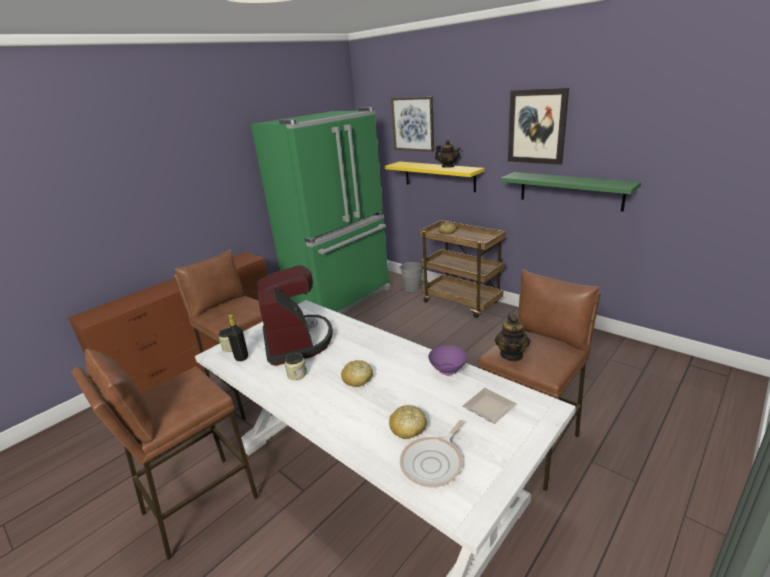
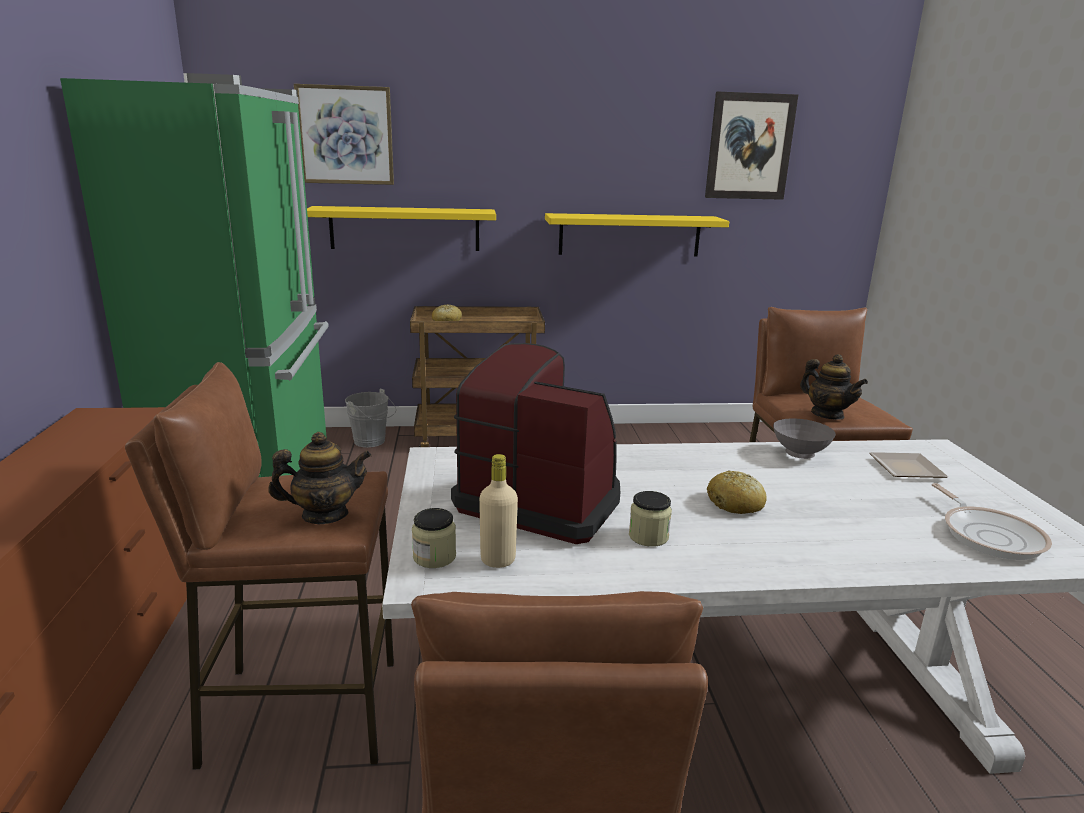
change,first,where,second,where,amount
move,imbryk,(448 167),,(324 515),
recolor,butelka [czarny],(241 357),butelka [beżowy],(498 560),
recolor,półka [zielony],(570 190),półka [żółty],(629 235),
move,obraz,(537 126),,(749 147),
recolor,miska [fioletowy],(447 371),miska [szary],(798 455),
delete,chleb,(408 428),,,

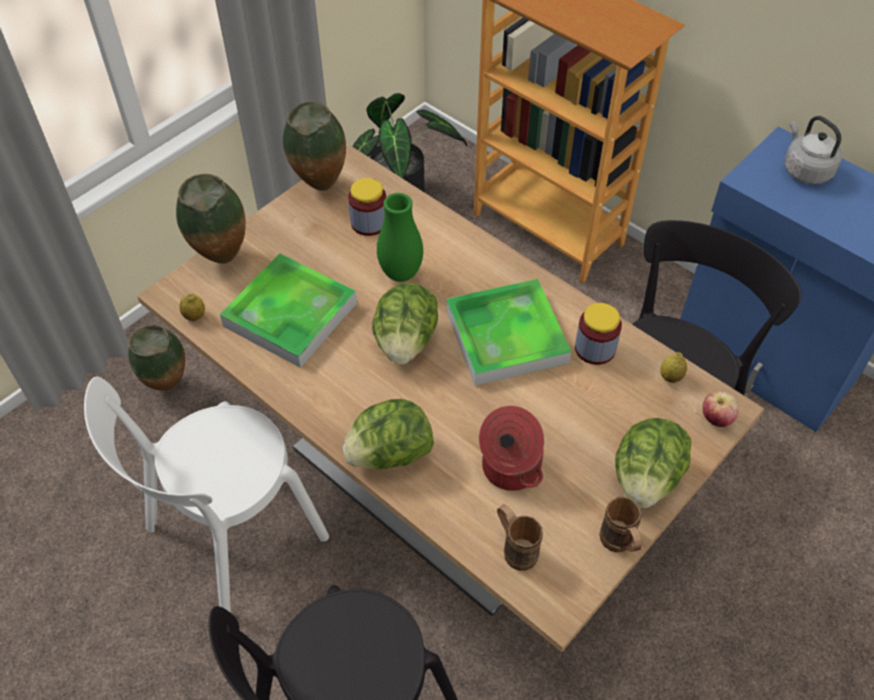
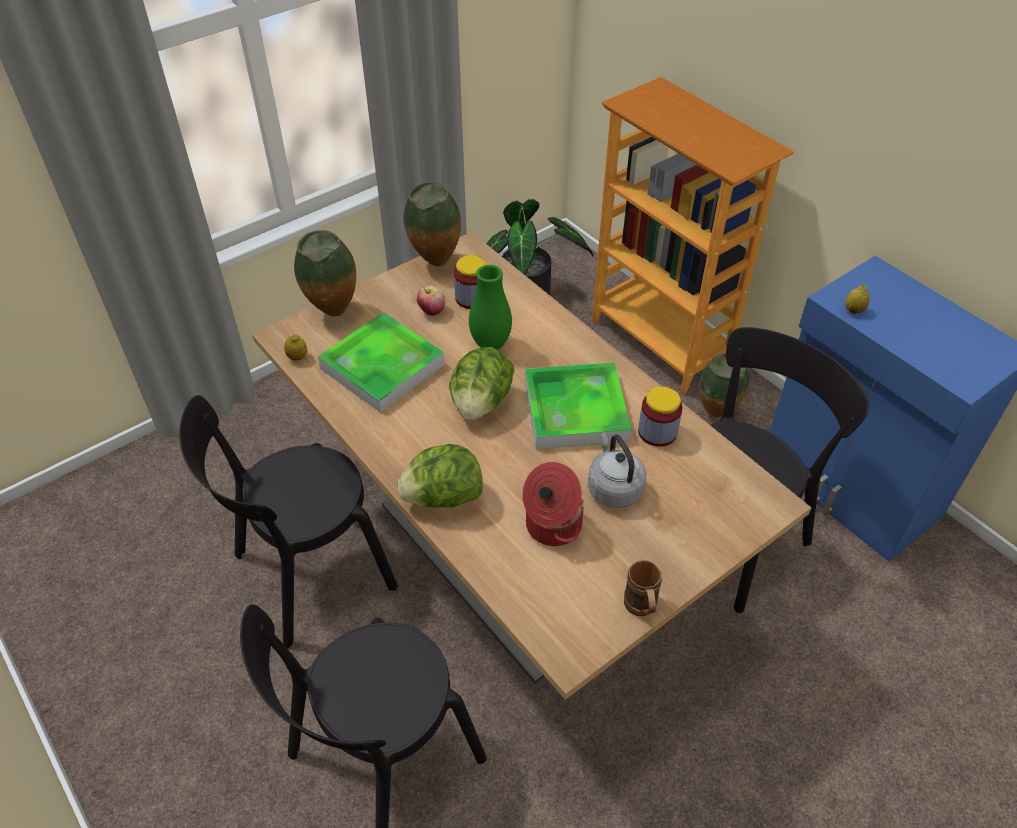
change,first,where,second,where,amount
recolor,krzesło [biały],(230 538),krzesło [czarny],(307 575),
move,jabłko,(716 419),,(432 311),
move,czajnik [szary],(805 170),,(613 487),
move,wazon,(169 387),,(716 414),
move,cytryna,(670 377),,(854 310),
delete,kubek [brązowy],(515 548),,,
delete,sałata,(646 478),,,

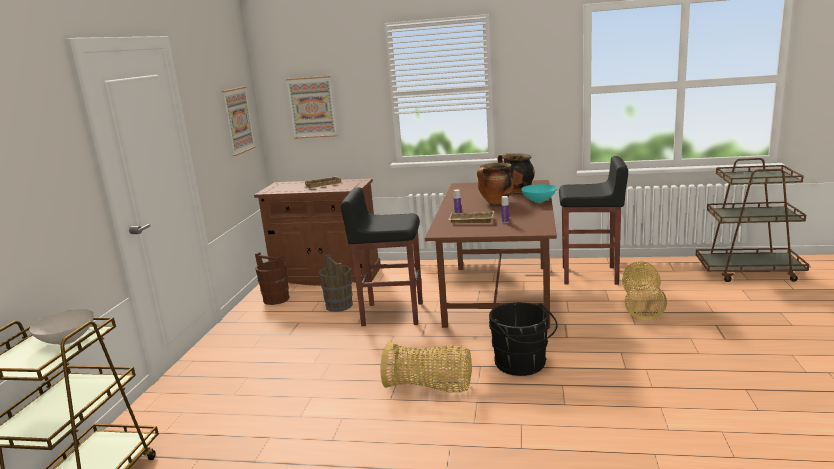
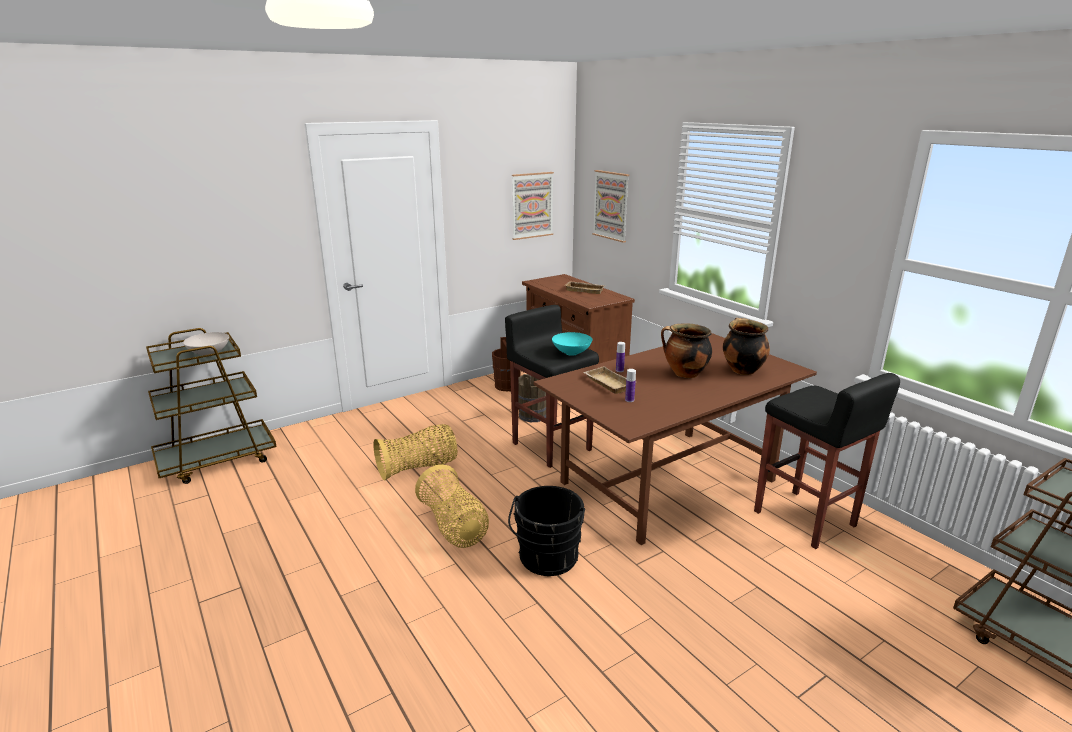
change,first,where,second,where,amount
move,koszyk,(642 305),,(418 468),
move,miska [turkusowy],(539 201),,(571 353),

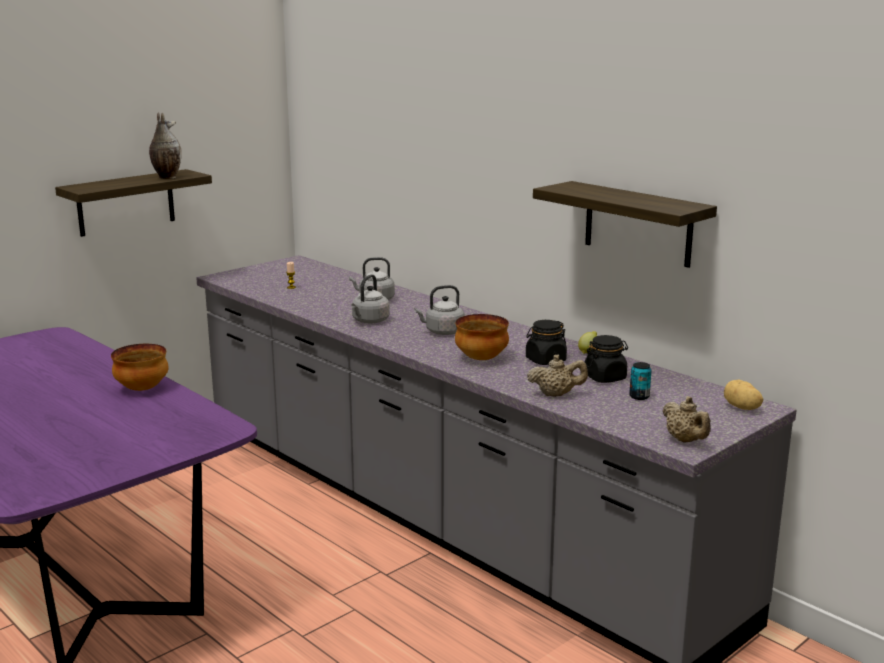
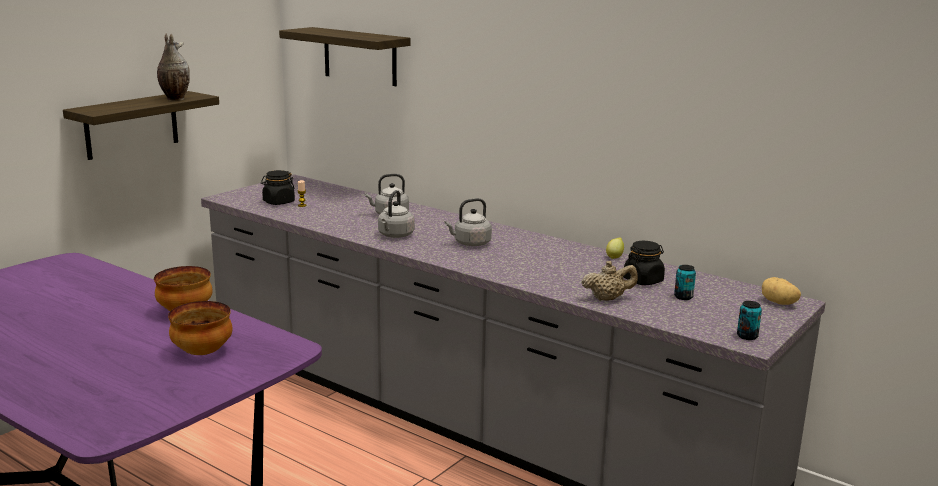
change,first,where,second,where,amount
move,miska,(482 358),,(203 352),
move,słoik [czarny],(545 360),,(278 202),
move,półka,(638 224),,(360 56),
replace,imbryk [beżowy],(685 440),puszka,(747 336),

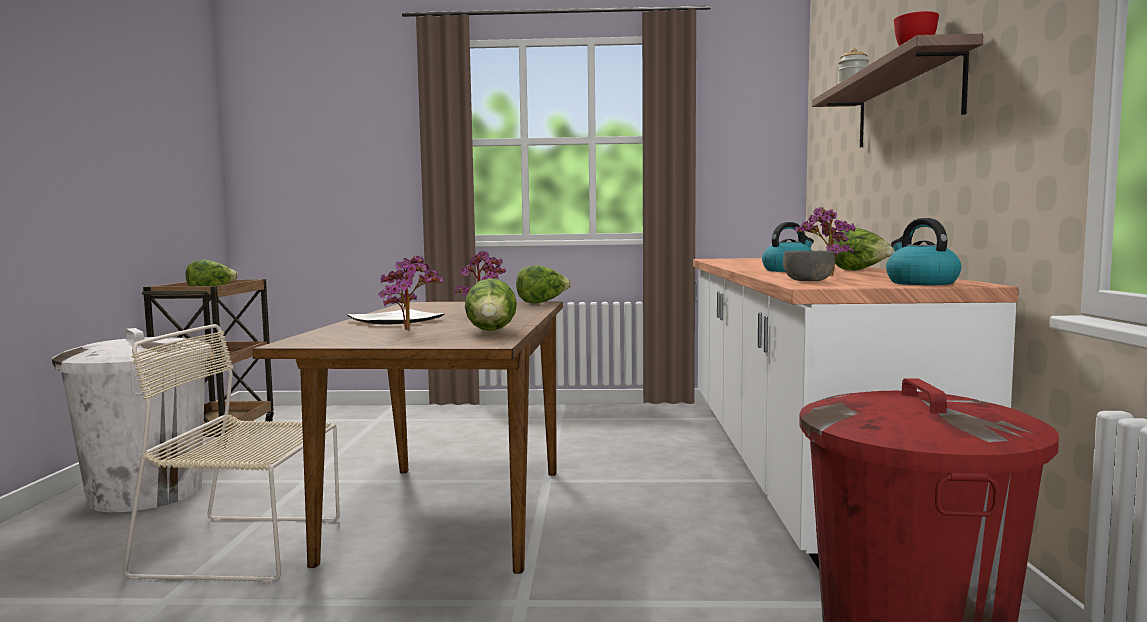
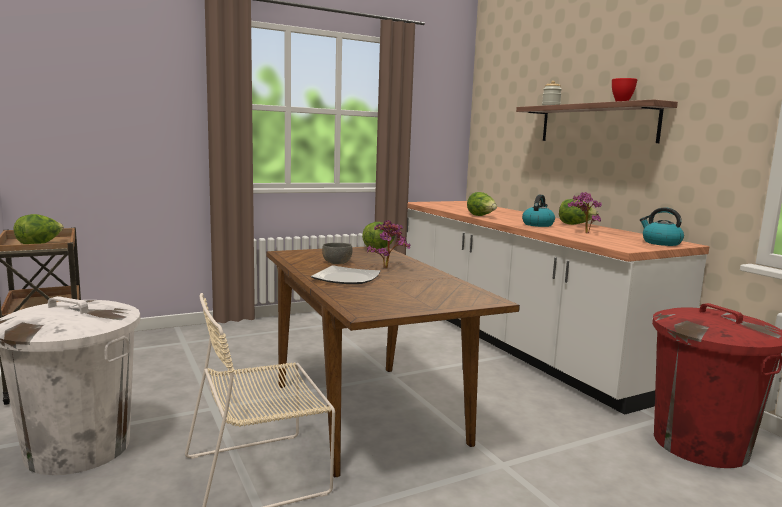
change,first,where,second,where,amount
move,miska [szary],(807 281),,(336 262),
move,sałata,(491 332),,(481 216),
delete,roślina doniczkowa,(411 331),,,

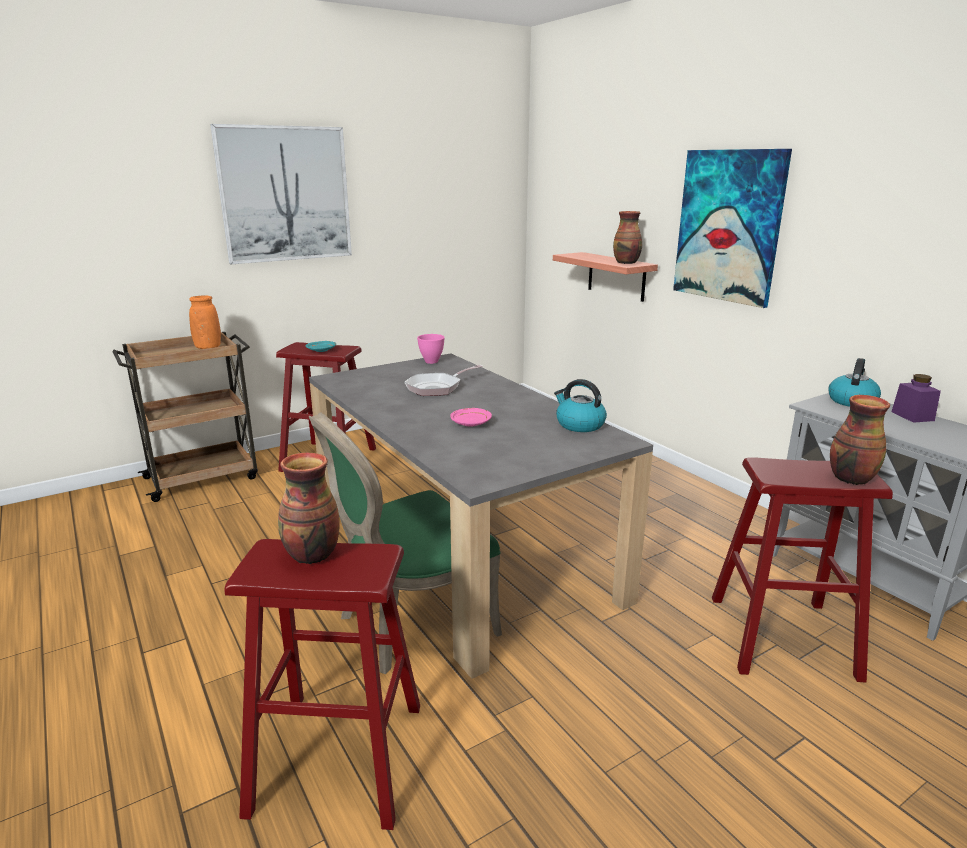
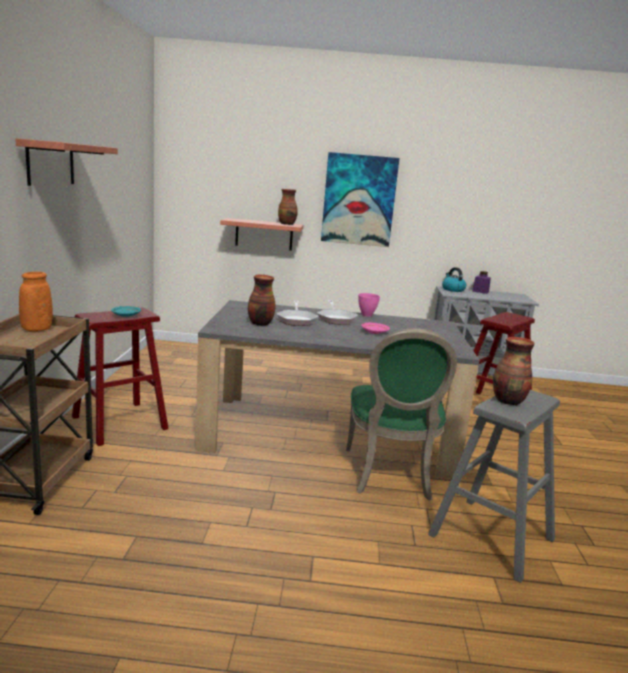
change,first,where,second,where,amount
replace,obraz,(285 194),półka,(50 163),
move,wazon,(850 478),,(260 323),
insert,,,patelnia,(336 319),
move,miska [różowy],(430 362),,(366 315),
recolor,stołek [czerwony],(337 757),stołek [szary],(491 537),
delete,czajnik,(579 425),,,

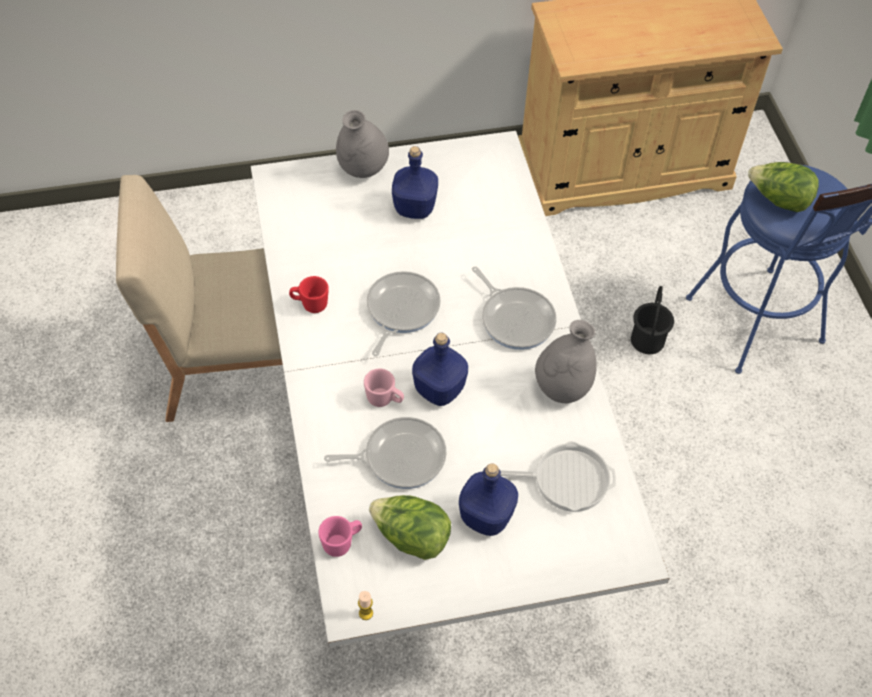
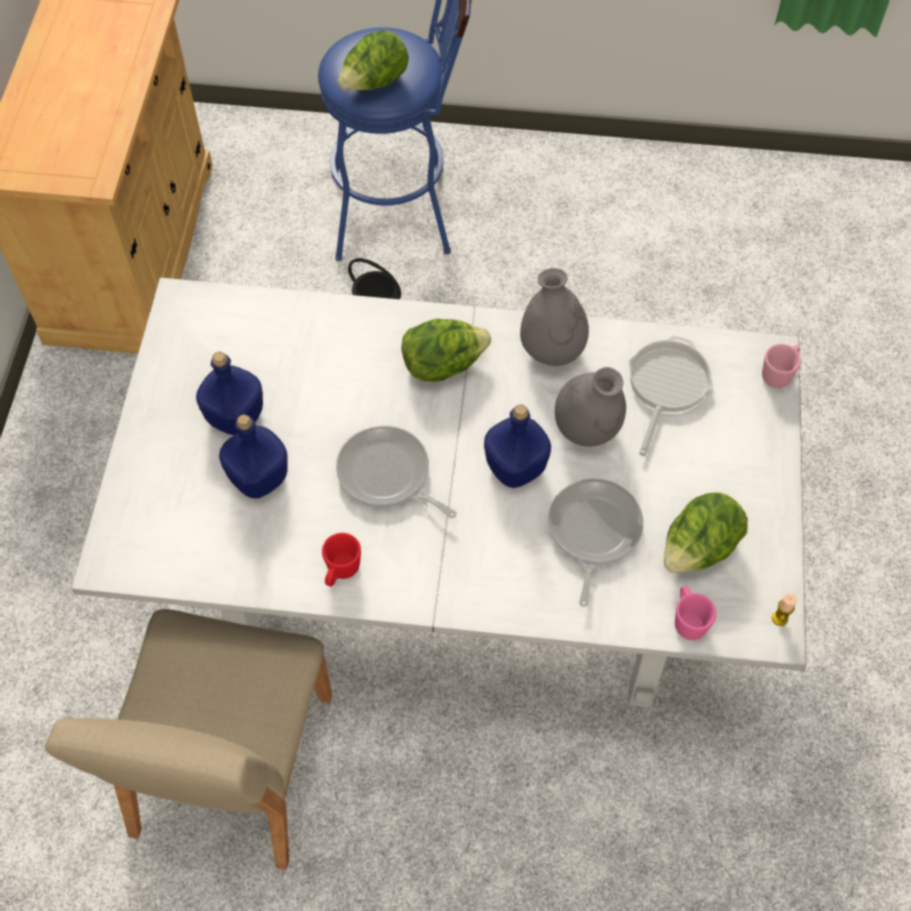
change,first,where,second,where,amount
move,butelka [niebieski],(487 517),,(260 477),
replace,patelnia,(515 318),sałata,(443 365),
move,wazon [szary],(362 170),,(586 429),
move,kubek [różowy],(384 400),,(779 374),

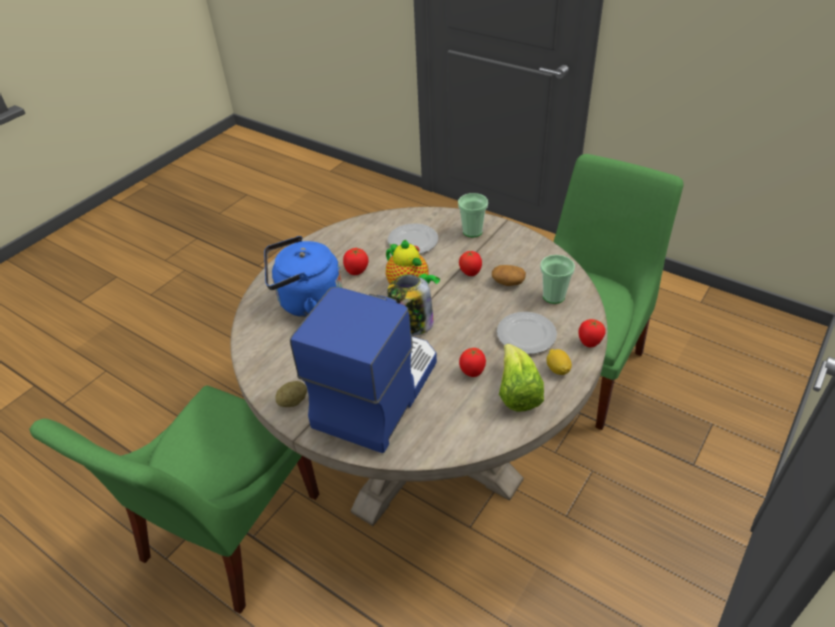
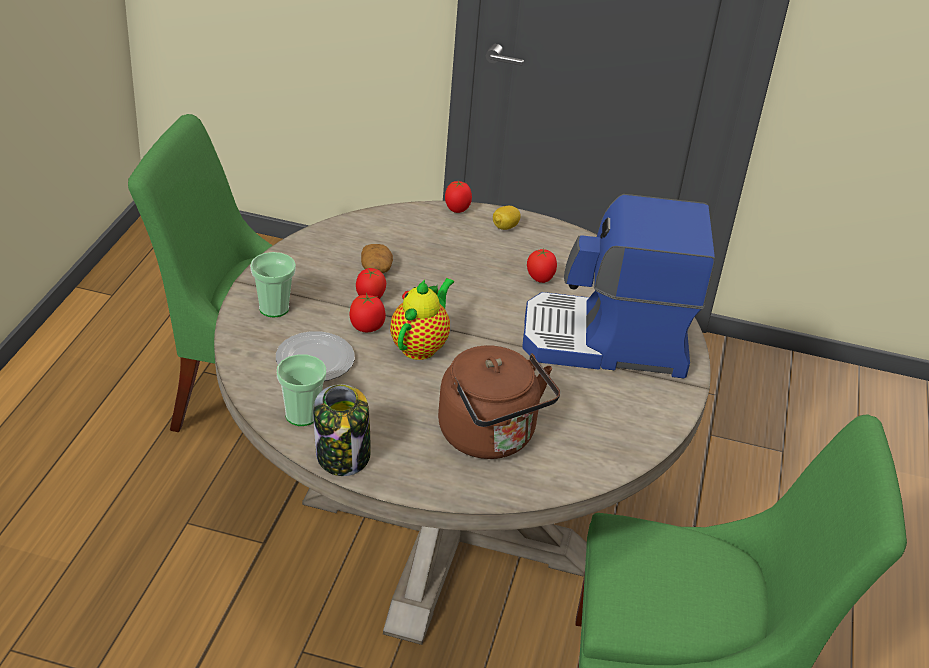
change,first,where,second,where,amount
move,filiżanka,(553 296),,(301 415),
move,słoik,(411 324),,(343 456),
move,pomidor,(356 271),,(367 327),
recolor,czajnik [niebieski],(306 302),czajnik [brązowy],(491 438),
delete,ziemniak,(293 401),,,
delete,talerz,(526 335),,,
delete,sałata,(517 393),,,

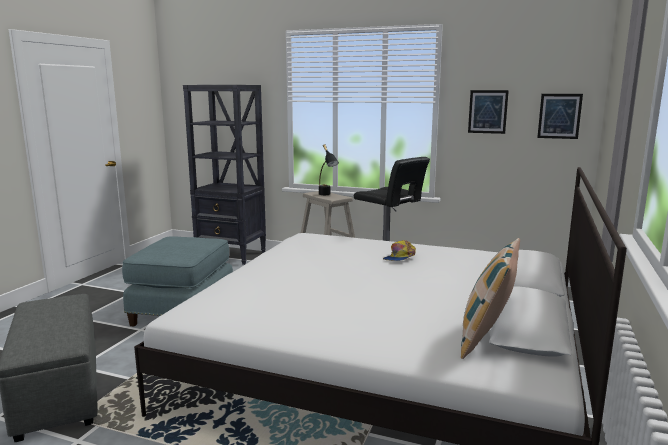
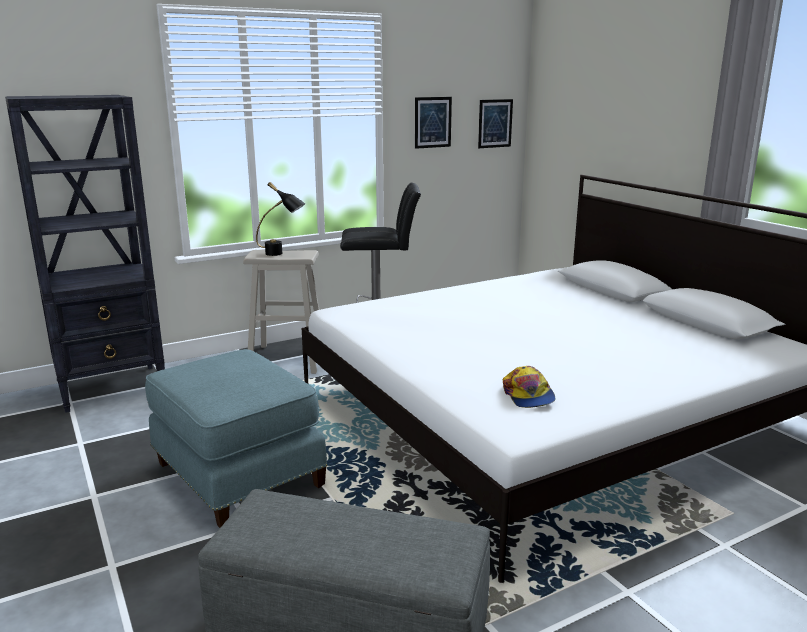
change,first,where,second,where,amount
move,czapka z daszkiem,(399 258),,(528 396),
delete,poduszka,(486 340),,,

